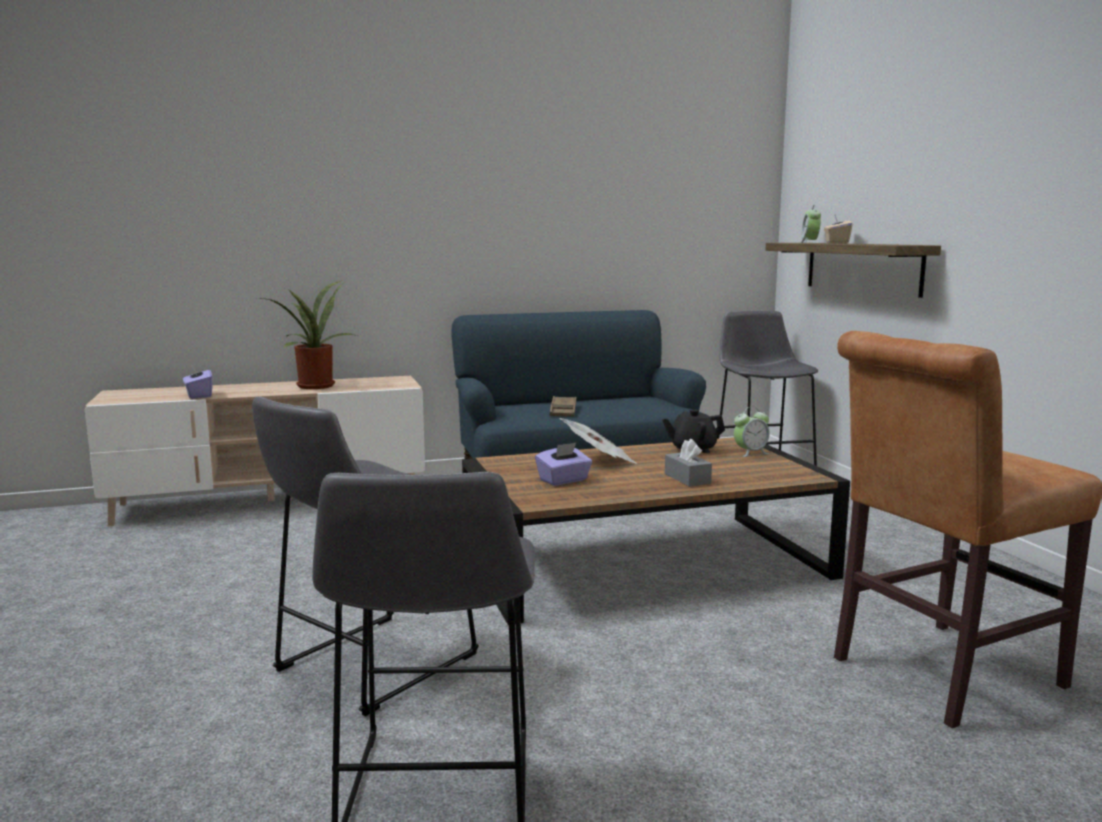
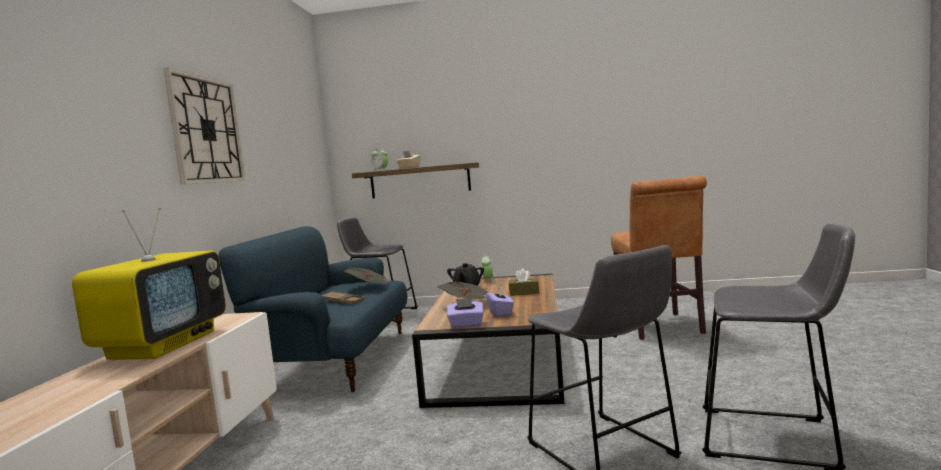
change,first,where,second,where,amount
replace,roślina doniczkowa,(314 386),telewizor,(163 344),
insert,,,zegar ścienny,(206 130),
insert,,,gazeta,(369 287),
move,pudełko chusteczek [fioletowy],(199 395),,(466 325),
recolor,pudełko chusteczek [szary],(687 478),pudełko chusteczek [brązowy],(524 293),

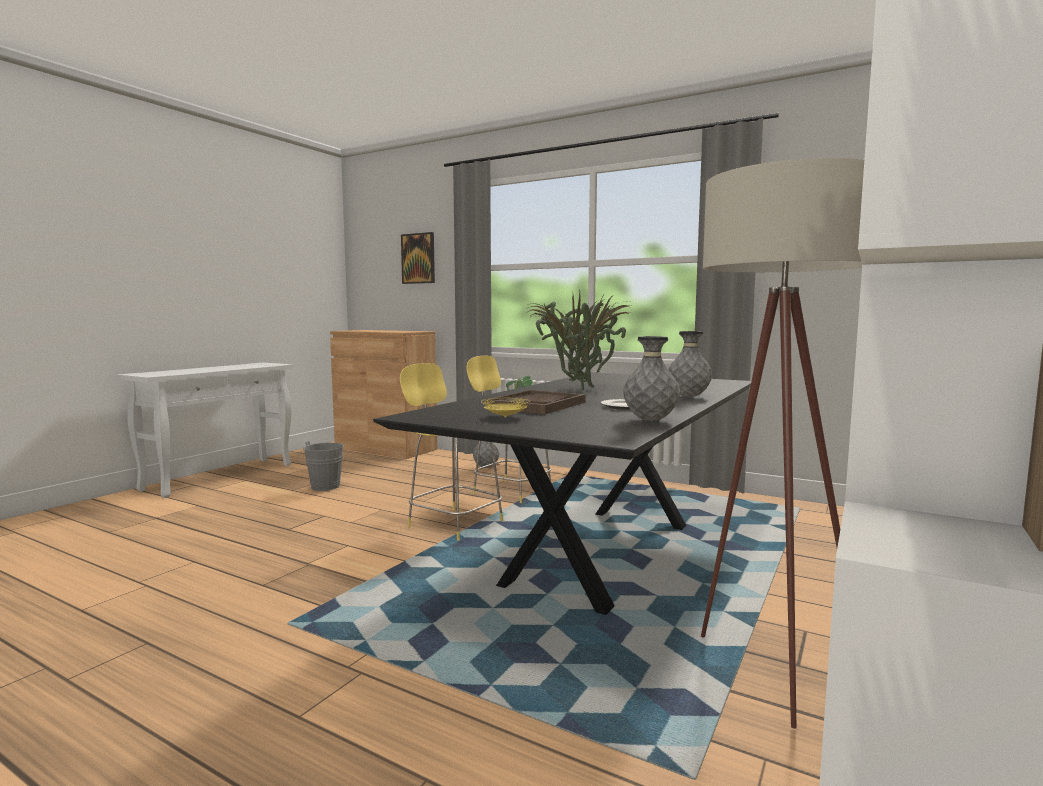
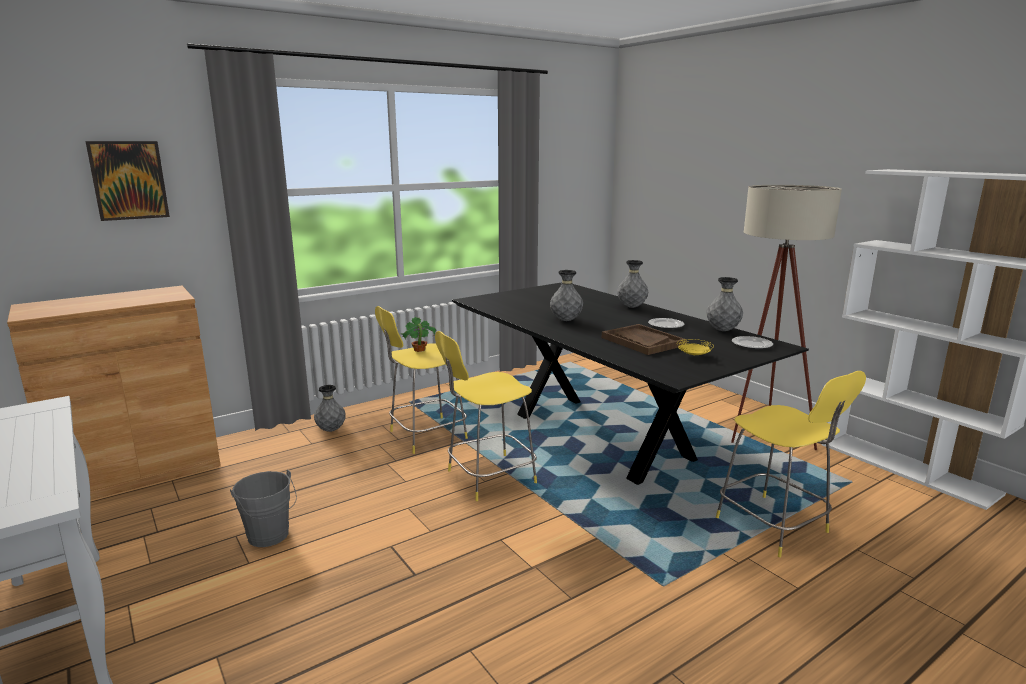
change,first,where,second,where,amount
replace,roślina doniczkowa,(577 389),wazon [szary],(566 320),
insert,,,stołek [żółty],(774 527),
insert,,,talerz,(751 345),

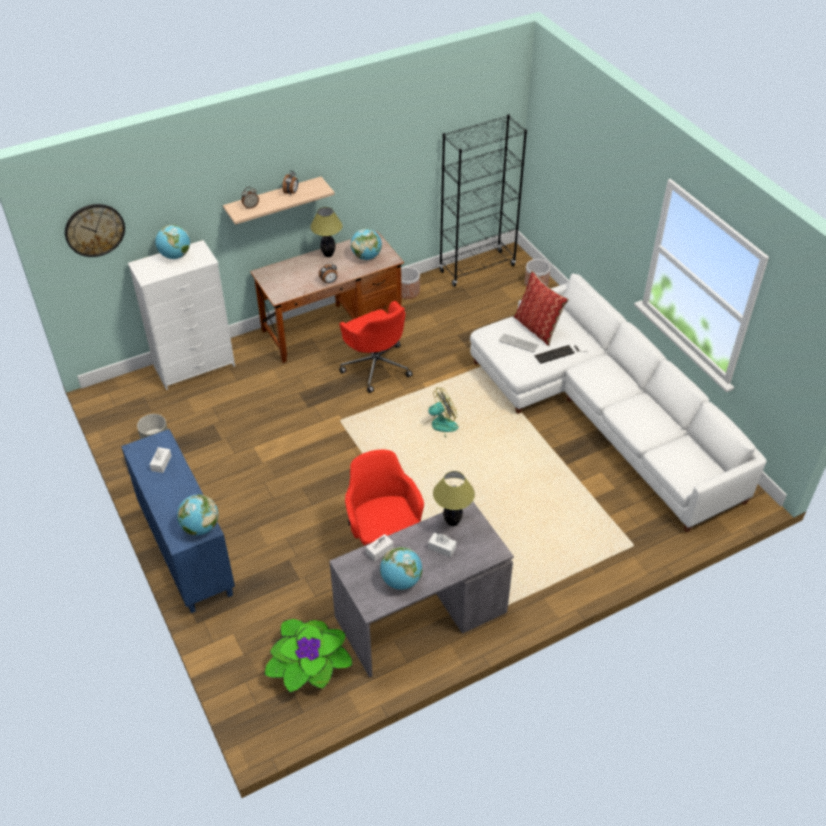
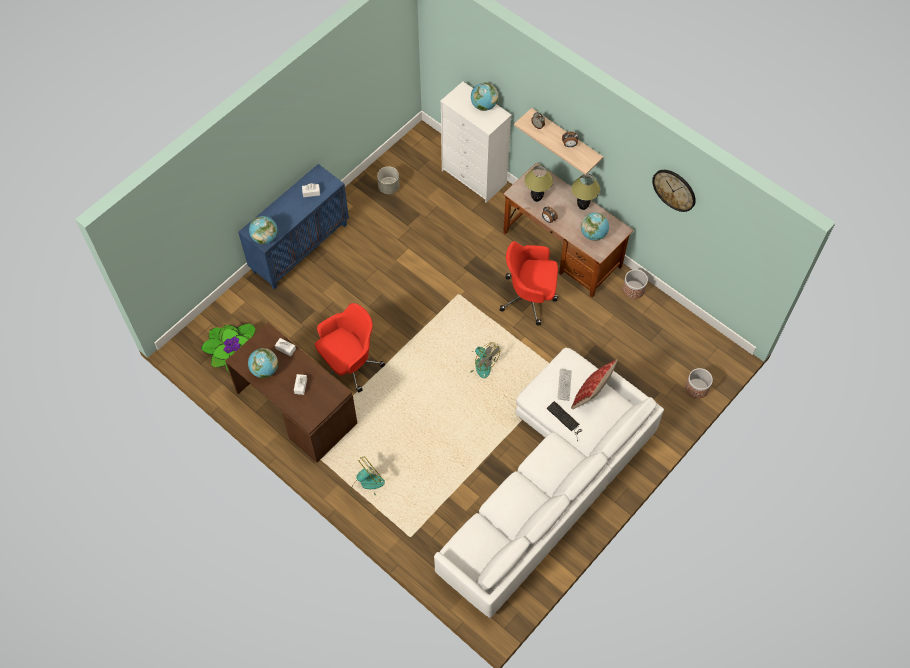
change,first,where,second,where,amount
recolor,biurko [szary],(420 616),biurko [brązowy],(295 408),
insert,,,wentylator,(367 485),
rotate,krzesło biurowe [czerwony],(376 366),,(529 297),60 degrees clockwise
move,lampa stołowa,(452 522),,(536 199),
move,zegar ścienny,(94 230),,(674 190),
delete,regał [czarny],(477 268),,,

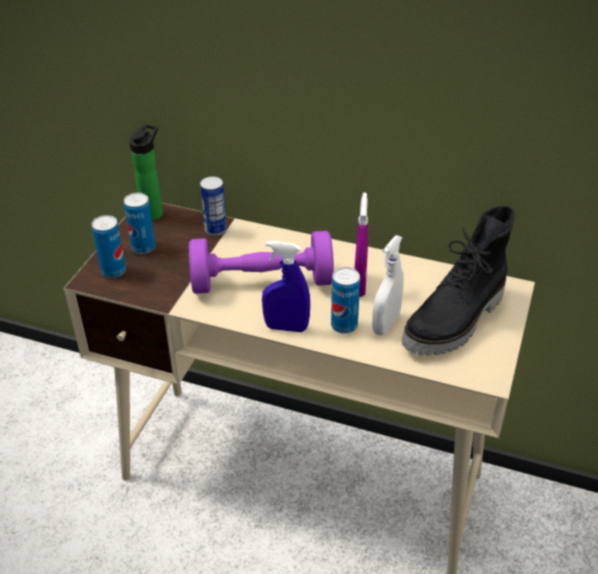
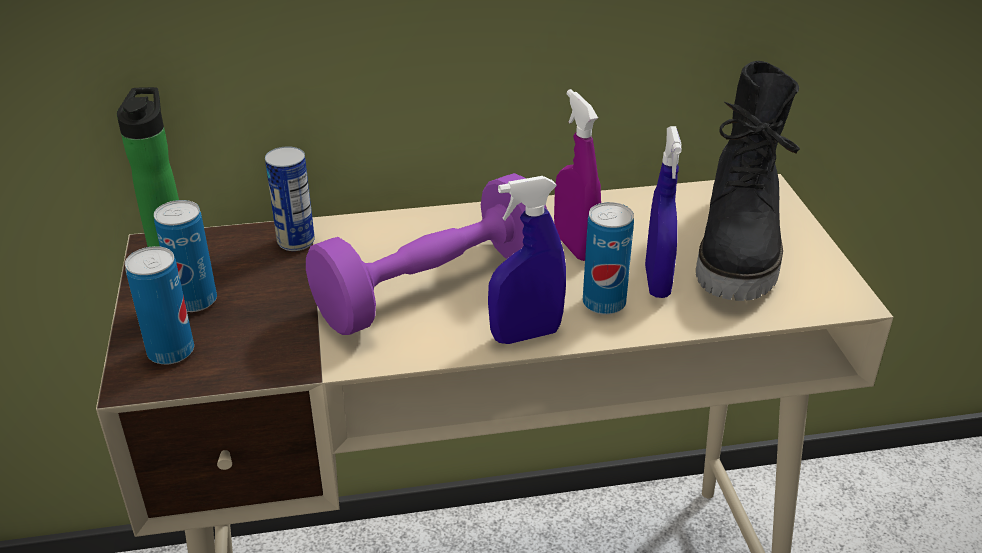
change,first,where,second,where,amount
recolor,spryskiwacz [biały],(386 324),spryskiwacz [niebieski],(657 282),

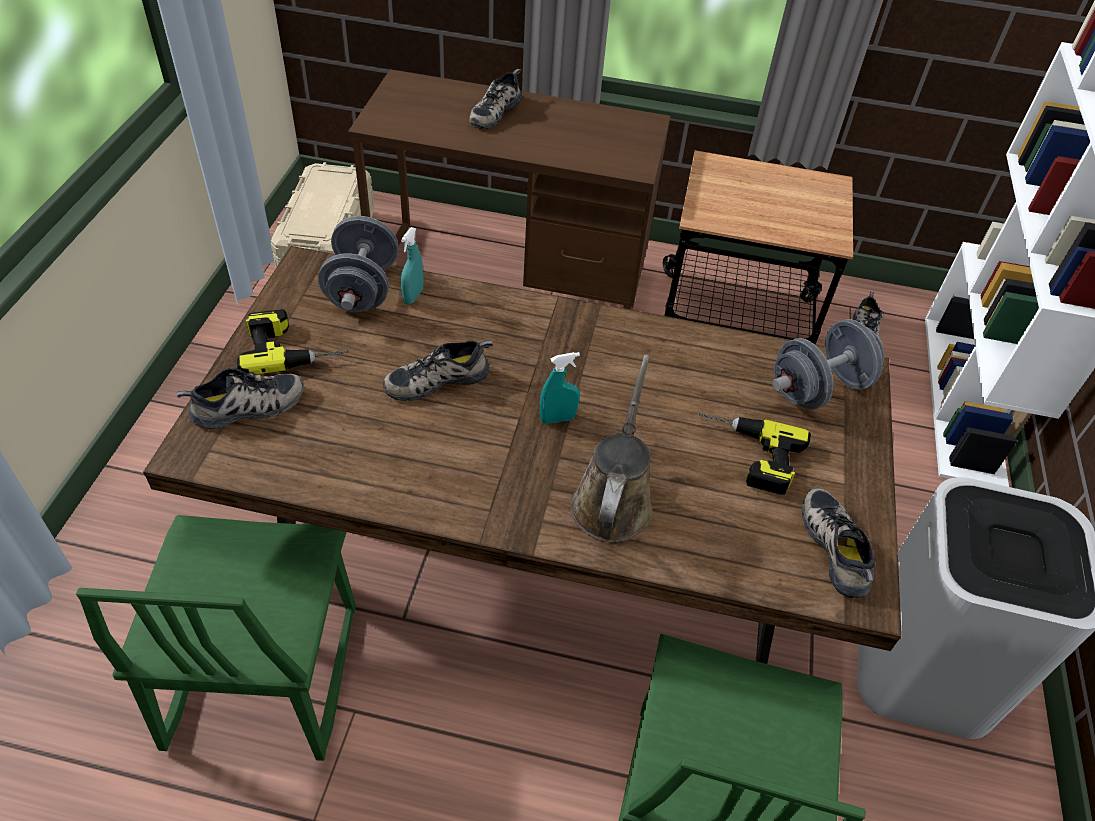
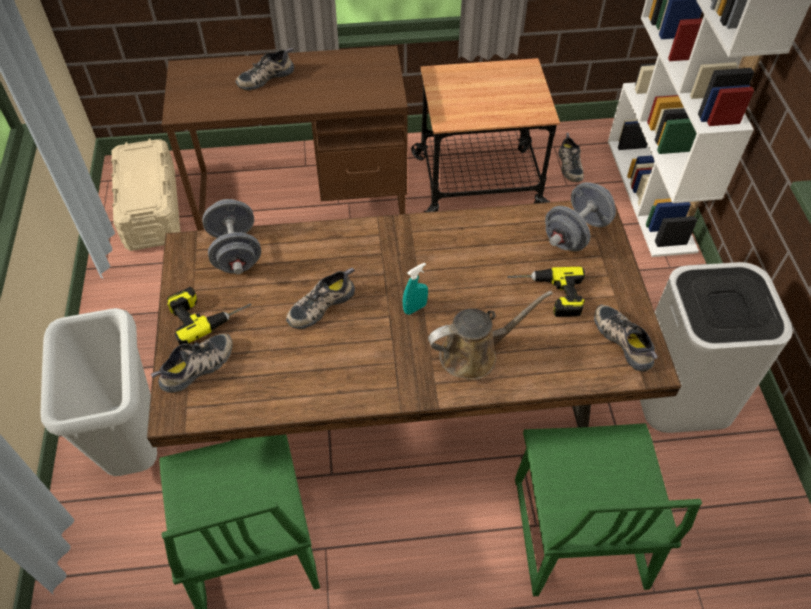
change,first,where,second,where,amount
insert,,,kosz na śmieci [szary],(136 448),
rotate,but,(494 110),,(265 76),45 degrees clockwise
rotate,konewka [brązowy],(613 500),,(474 354),75 degrees clockwise
delete,spryskiwacz [turkusowy],(413 296),,,

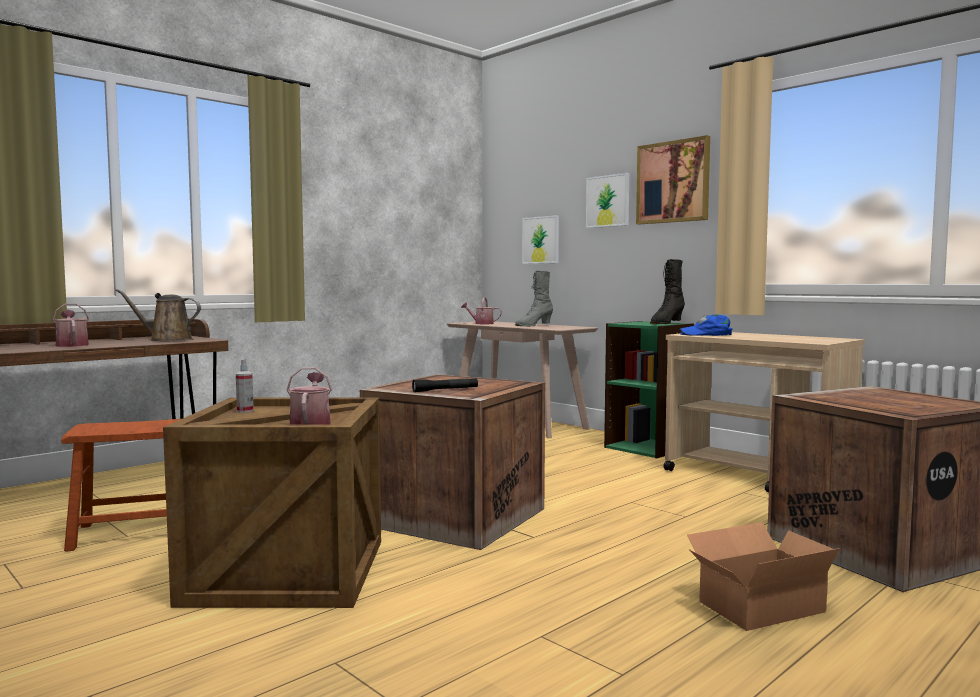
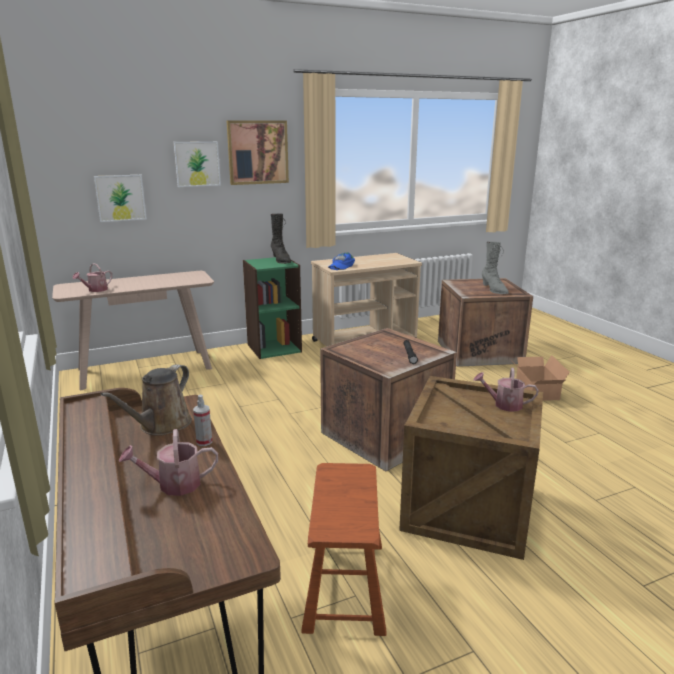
change,first,where,second,where,amount
move,spryskiwacz,(245 411),,(204 442),
move,but z cholewką [szary],(533 326),,(494 290),

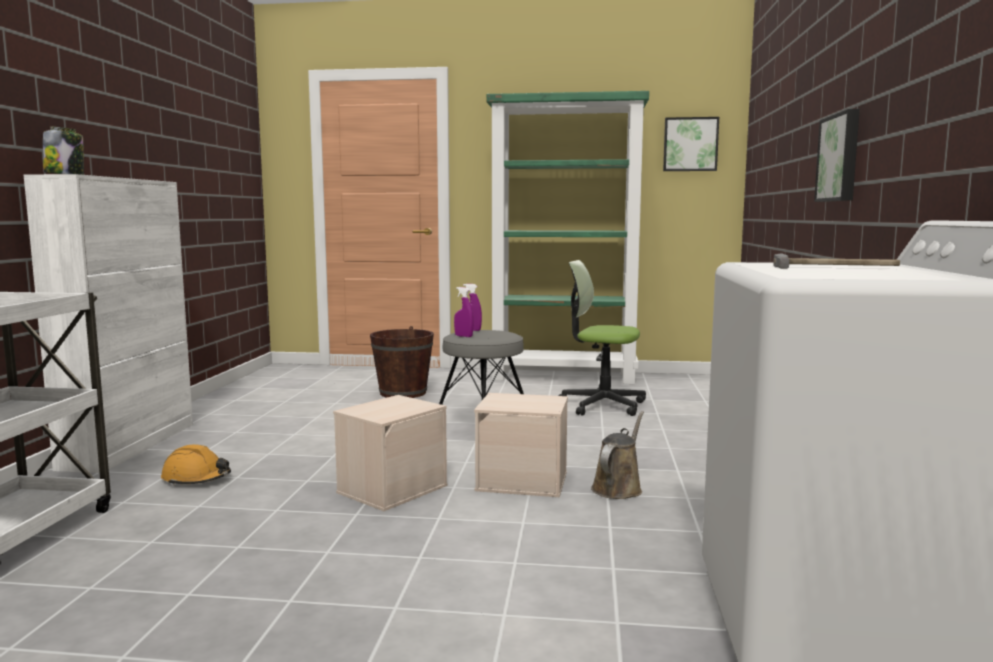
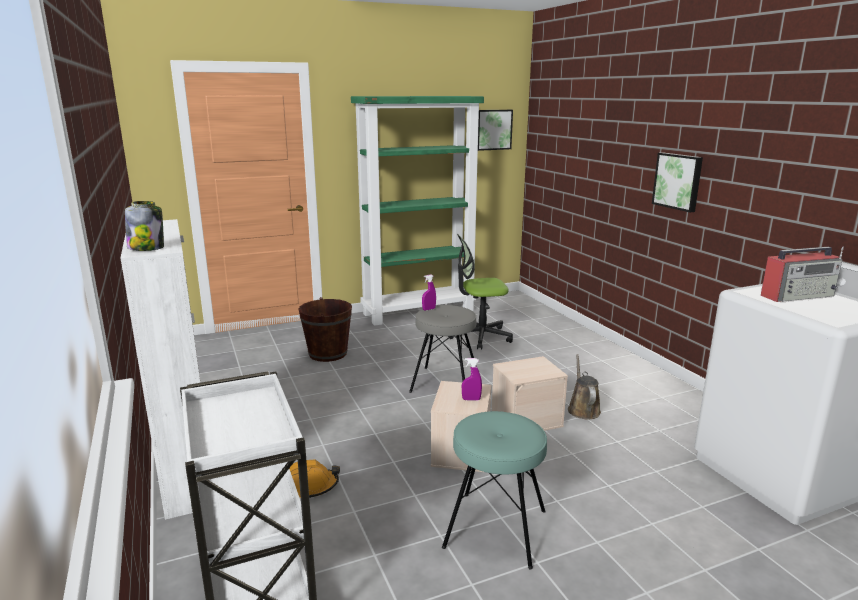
change,first,where,second,where,amount
insert,,,stołek [turkusowy],(495 528),
move,spryskiwacz [fioletowy],(463 336),,(471 399),
replace,młotek,(834 267),radio,(798 296),

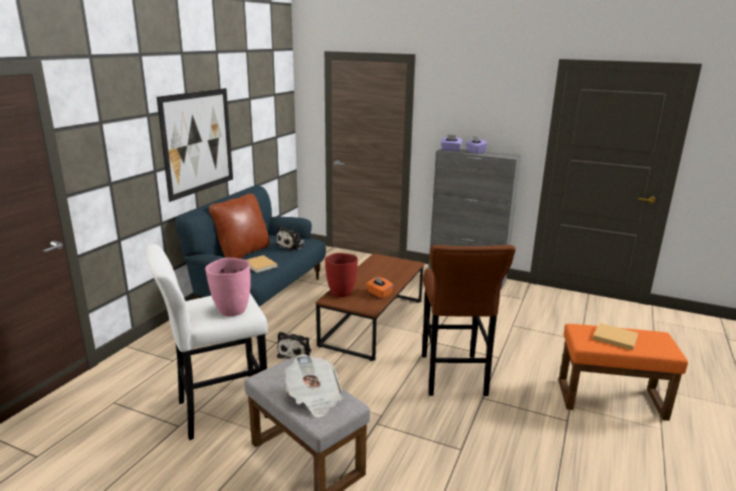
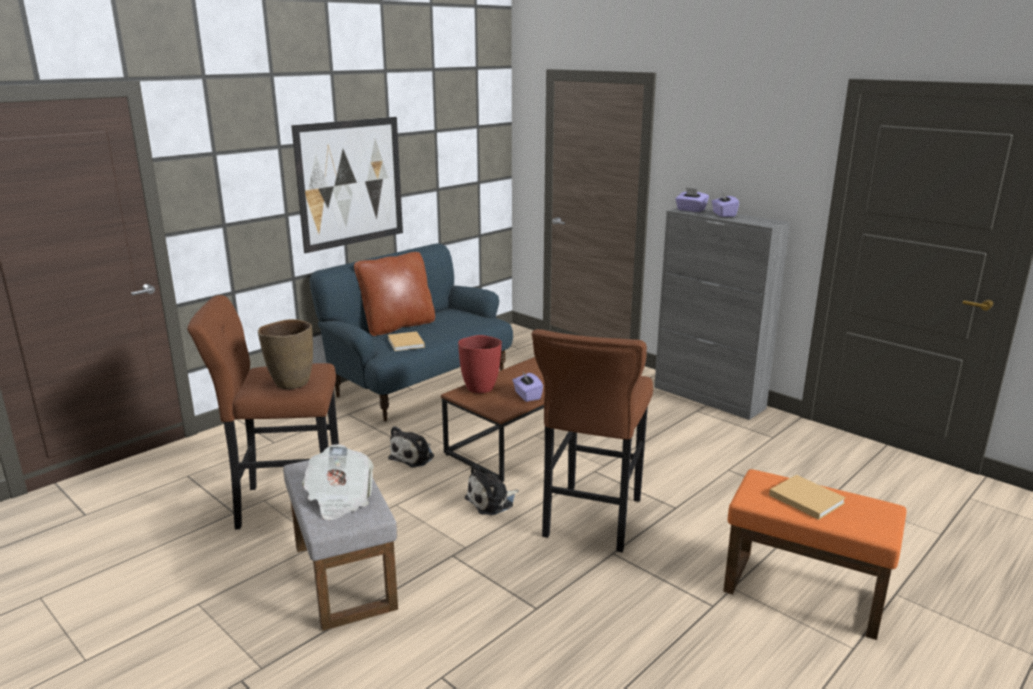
change,first,where,second,where,amount
recolor,stołek [biały],(217 411),stołek [brązowy],(284 505),
recolor,wazon [różowy],(231 310),wazon [brązowy],(291 383),
move,pluszak,(292 246),,(492 502),
recolor,pudełko chusteczek [pomarańczowy],(379 294),pudełko chusteczek [fioletowy],(527 396),

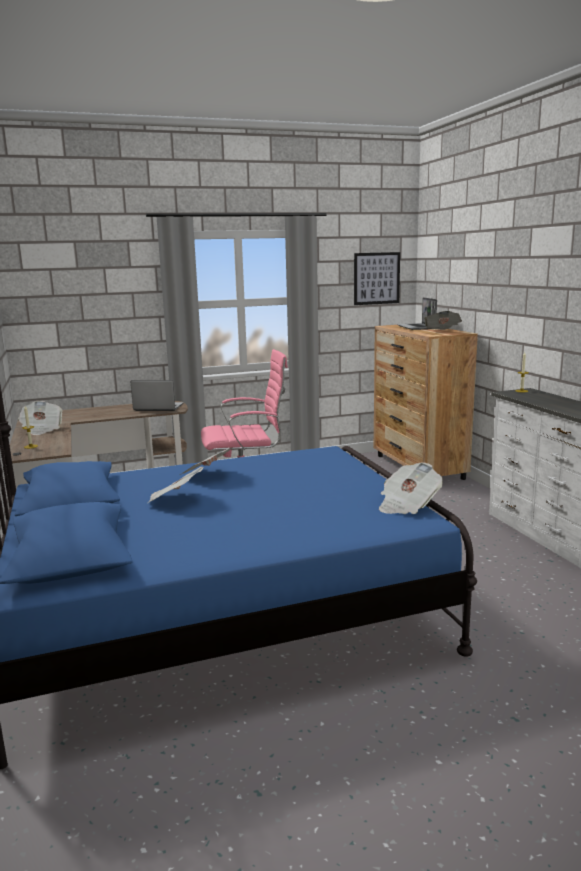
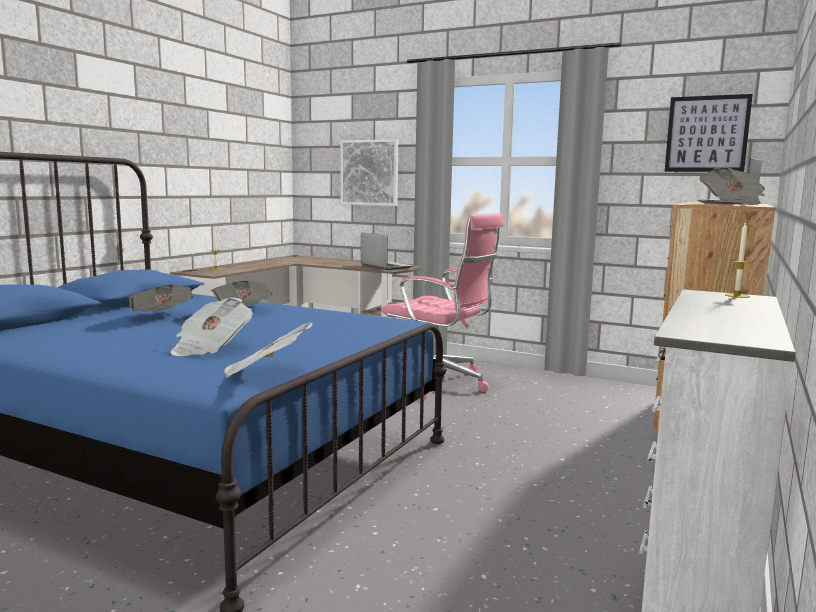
change,first,where,second,where,amount
move,gazeta,(42 429),,(210 348),
insert,,,obraz,(369 172),

